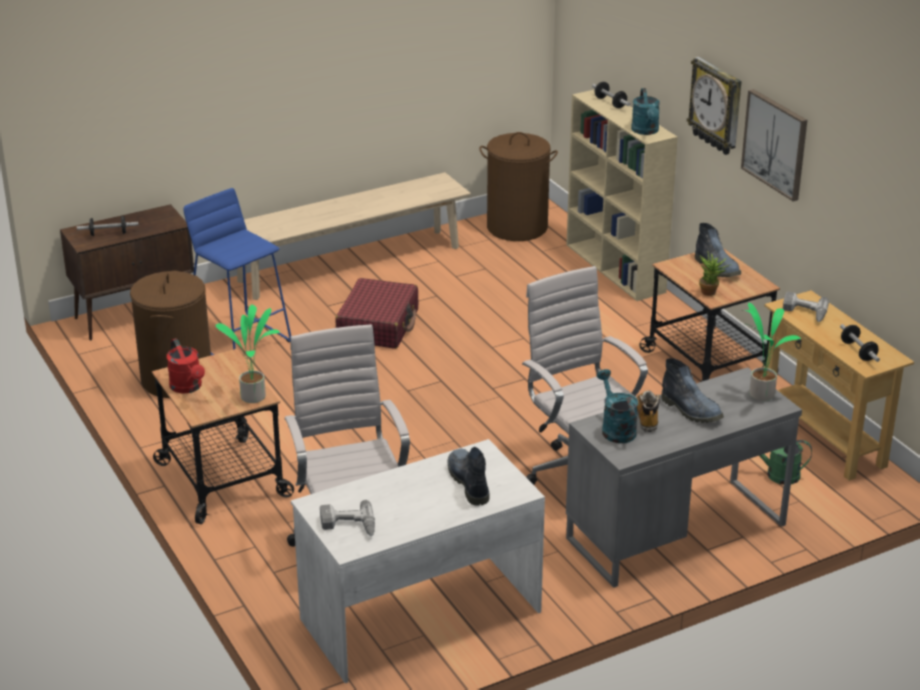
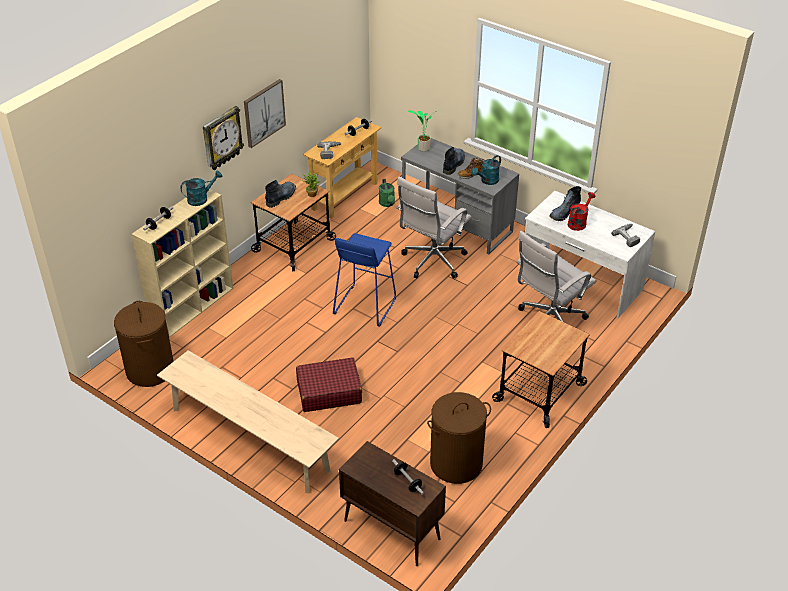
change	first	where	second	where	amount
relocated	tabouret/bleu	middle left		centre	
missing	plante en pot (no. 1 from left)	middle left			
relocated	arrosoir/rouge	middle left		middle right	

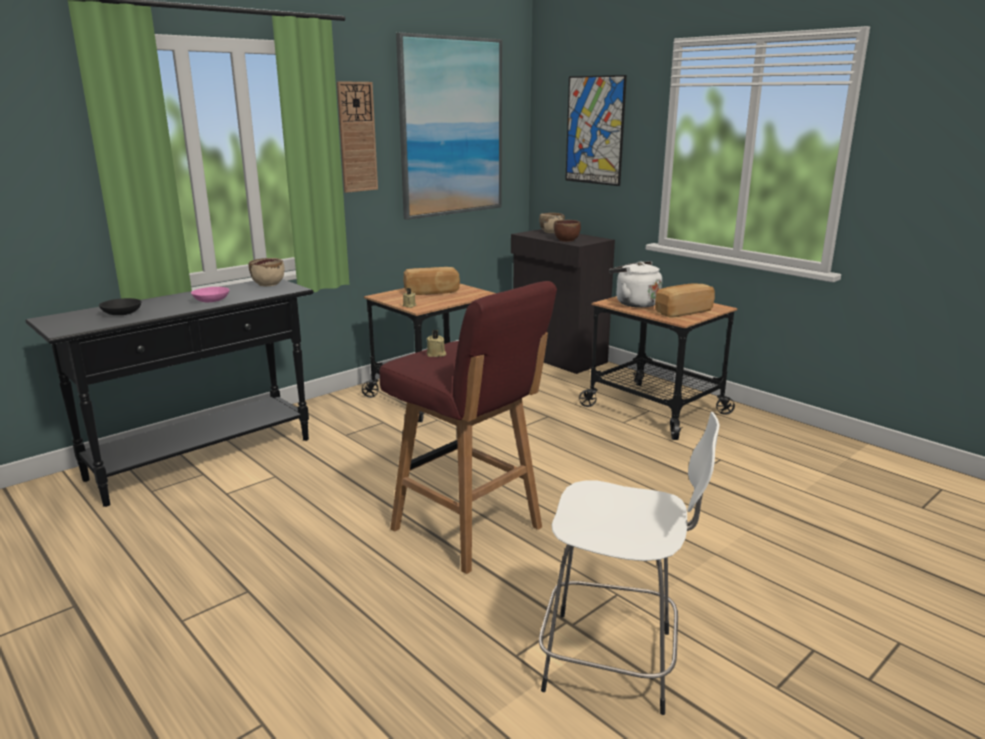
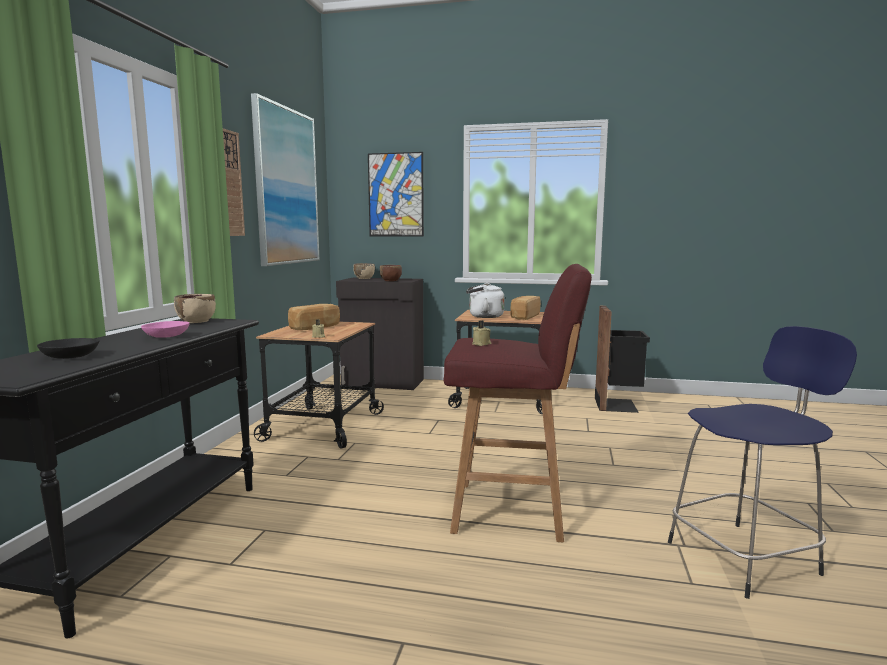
change	first	where	second	where	amount
colour	tabouret/blanc	bottom centre	tabouret/bleu	bottom right	
appeared			poubelle/noir	middle right	

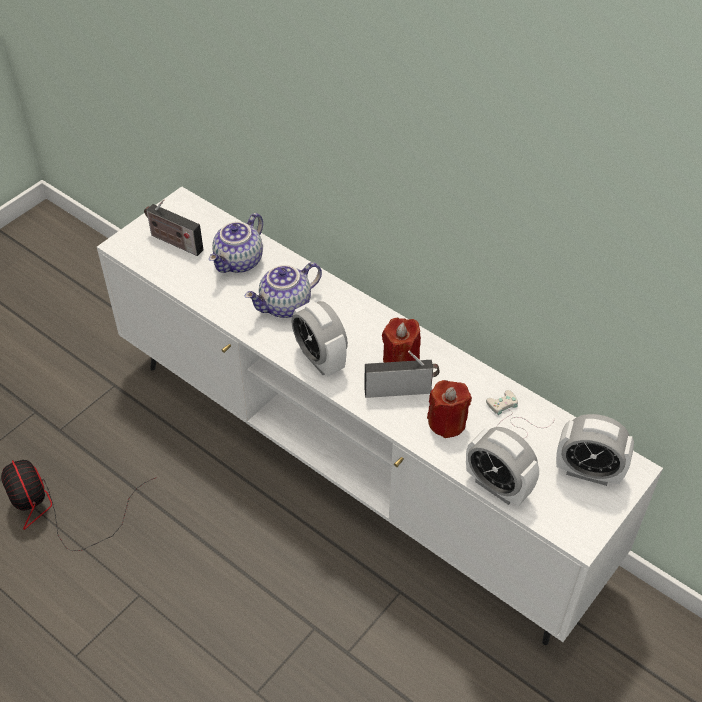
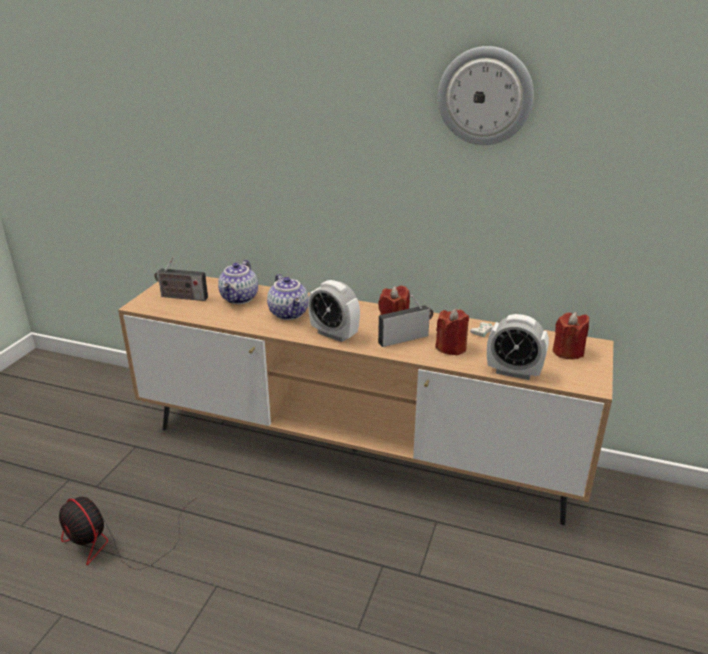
change	first	where	second	where	amount
colour	meuble télé/blanc	centre	meuble télé/marron	centre	
spun	théière (no. 2 from left)	centre		centre	60 degrees counterclockwise
exchanged	réveil (no. 3 from left)	middle right	bougie/rouge (no. 3 from left)	middle right	
appeared			horloge murale	top right	

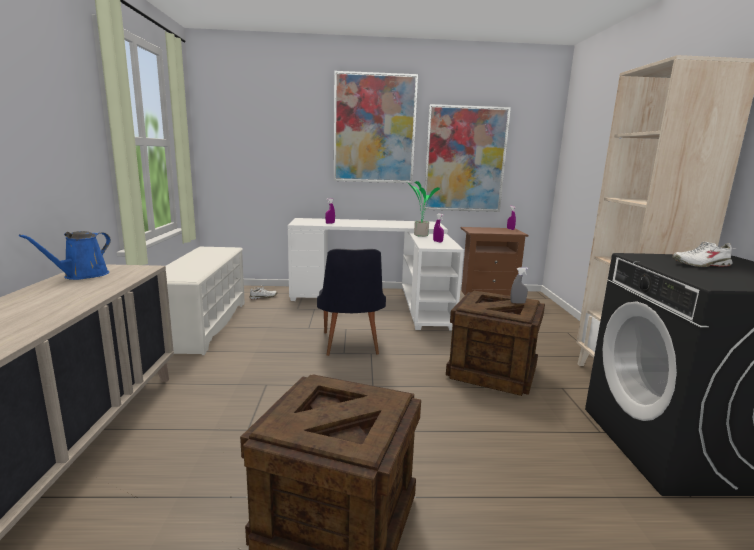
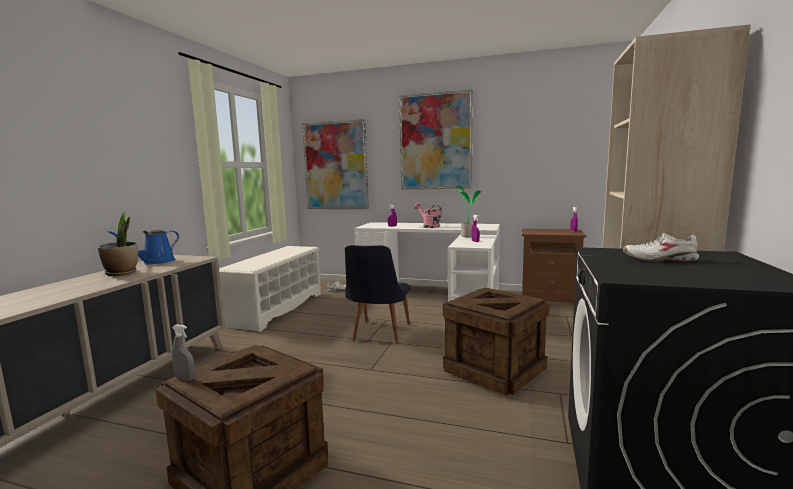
change	first	where	second	where	amount
relocated	tableau (no. 2 from left in the first image)	top centre	tableau (no. 1 from left)	centre	
relocated	vaporisateur/gris	middle right		bottom left	
appeared			arrosoir/rose	centre	
appeared			plante en pot (no. 1 from left)	middle left	

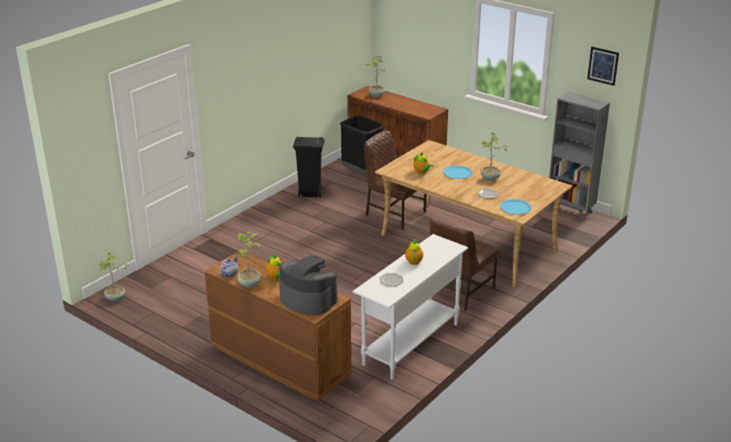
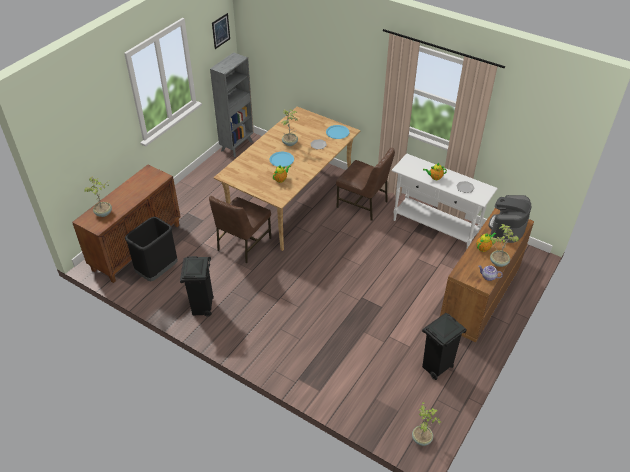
change	first	where	second	where	amount
appeared			poubelle/noir (no. 3 from left)	bottom right	

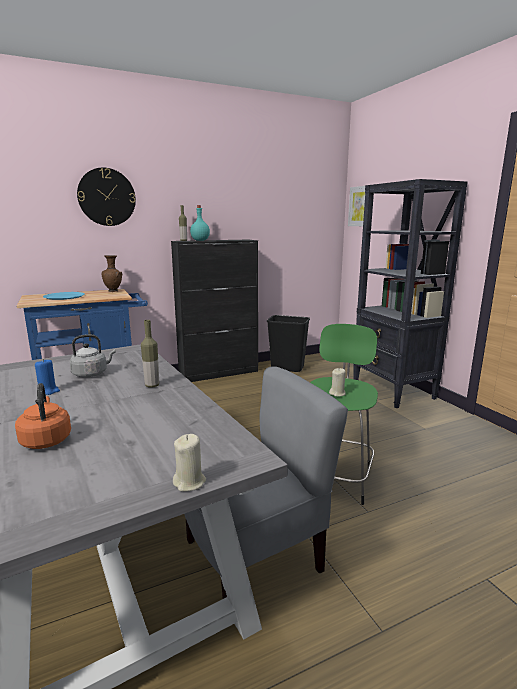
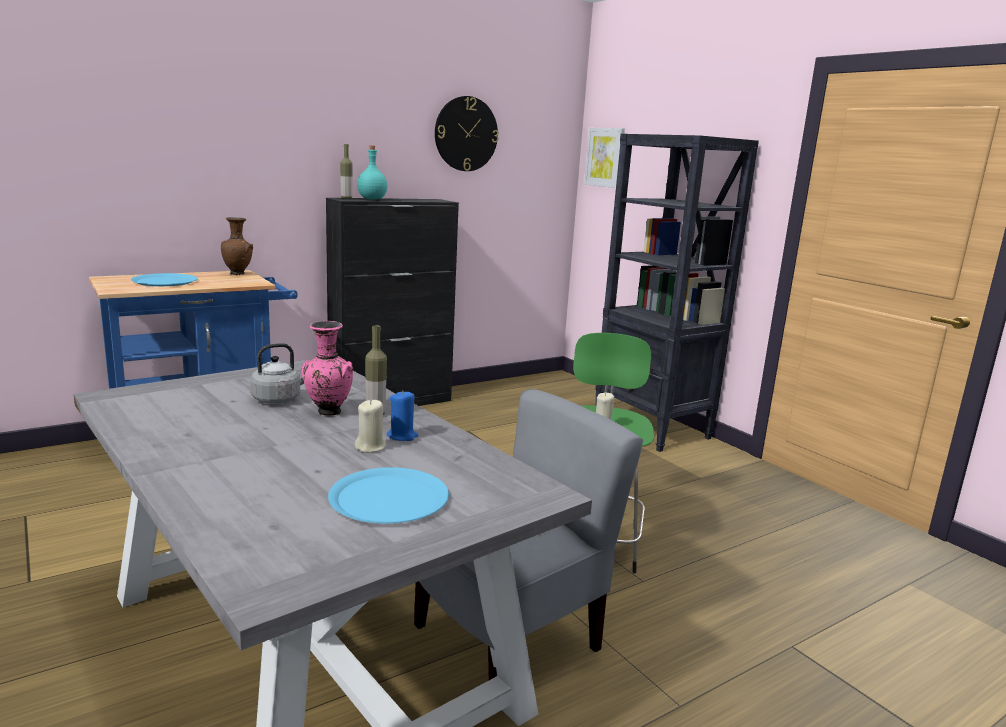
change	first	where	second	where	amount
relocated	horloge murale	top left		top centre	
missing	poubelle/noir	centre			
relocated	bougie/bleu	middle left		centre	
missing	bouilloire/orange	middle left			
relocated	bougie/beige (no. 1 from left)	bottom centre		centre	
appeared			vase/rose	middle left	
appeared			assiette/bleu (no. 2 from left)	bottom centre	

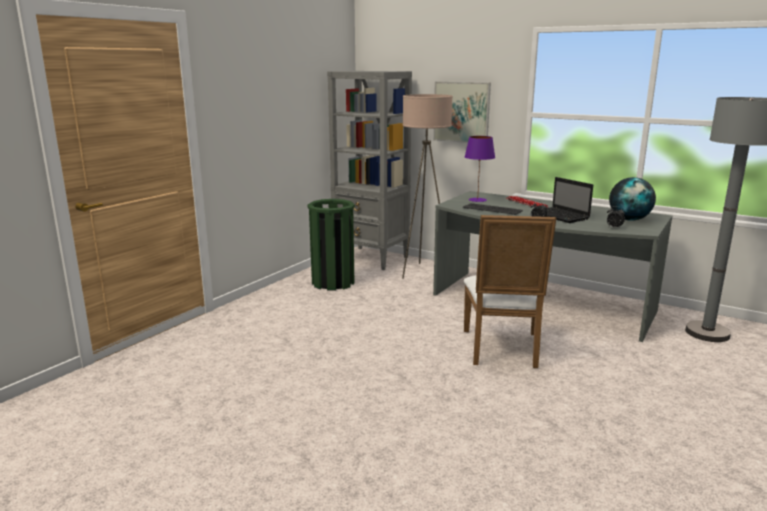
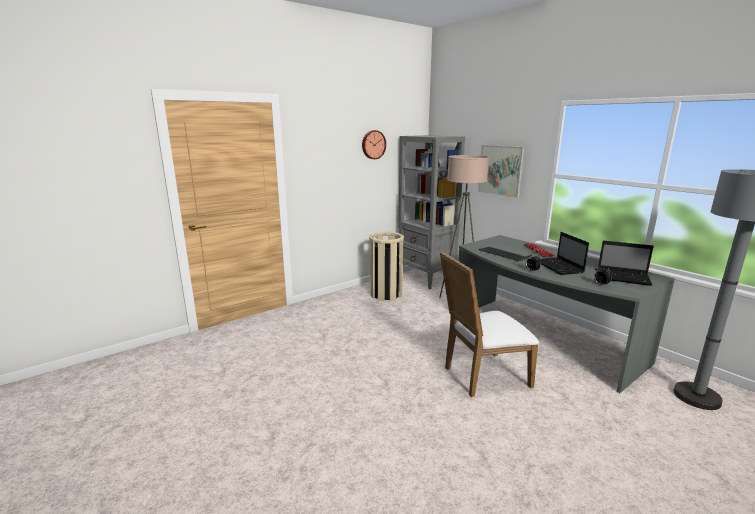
change	first	where	second	where	amount
missing	lampe de table/violet	top centre			
exchanged	globe	middle right	ordinateur portable (no. 2 from left)	middle right	
colour	poubelle/vert	centre	poubelle/beige	centre	
spun	chaise/blanc	centre		centre	45 degrees clockwise
appeared			horloge murale	top centre	

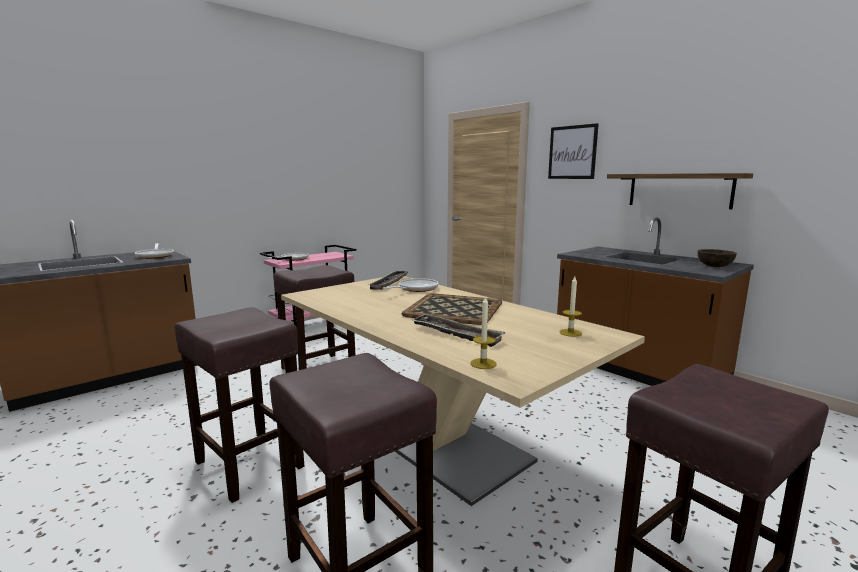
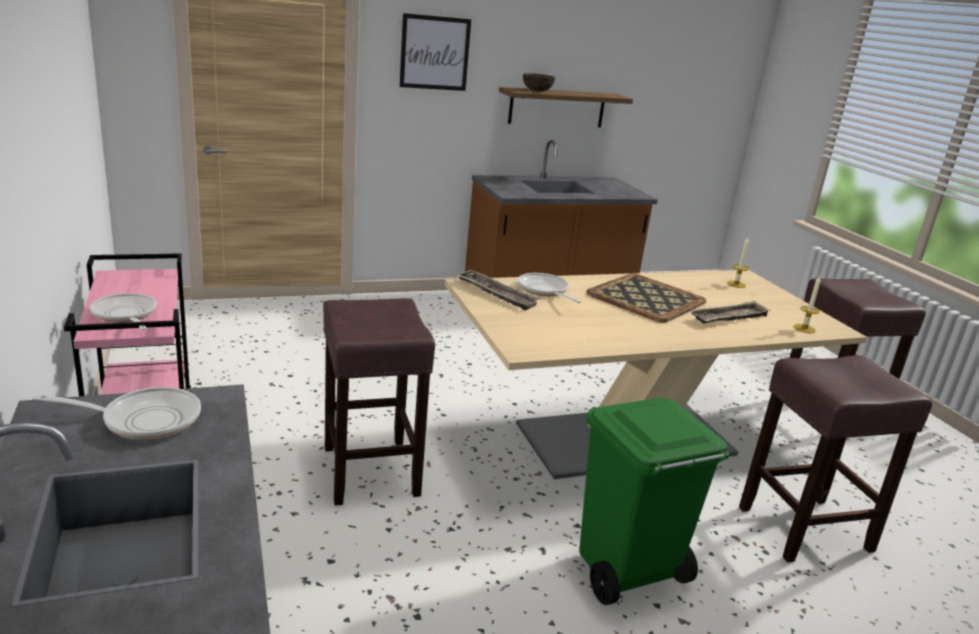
change	first	where	second	where	amount
relocated	bol/marron	middle right		top centre	
exchanged	tabouret/marron (no. 1 from left)	bottom left	poubelle/vert	bottom right	

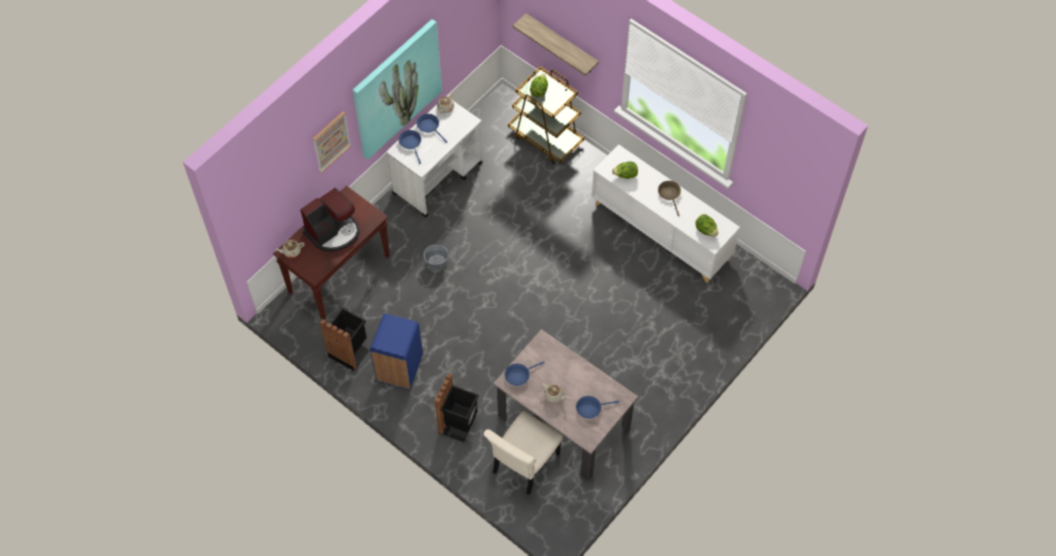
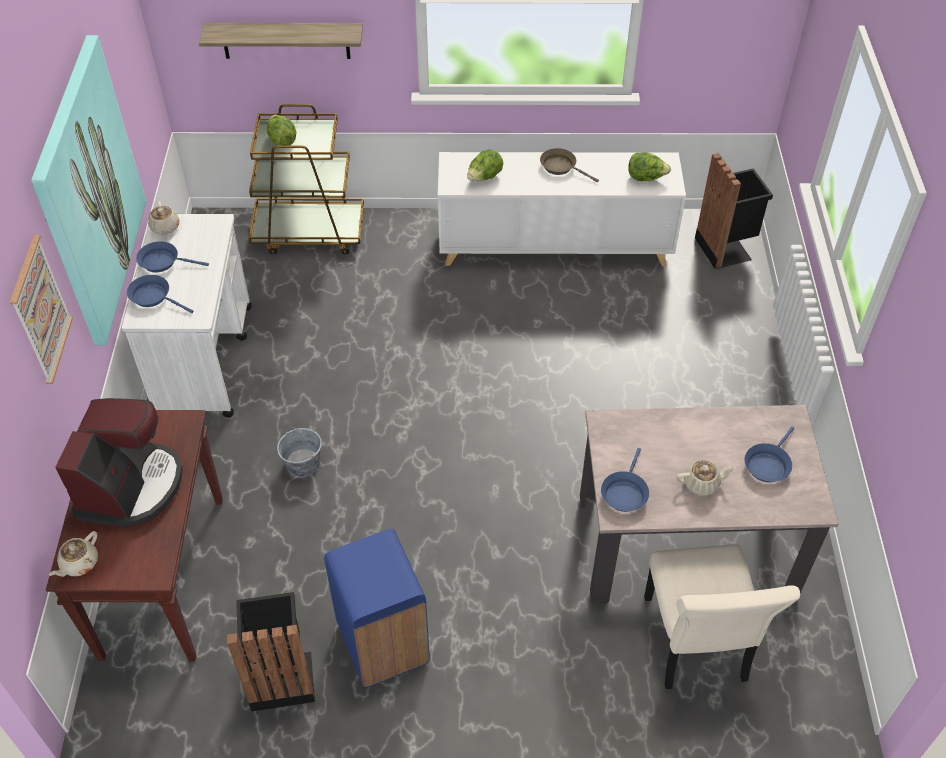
change	first	where	second	where	amount
relocated	poubelle/noir (no. 2 from left)	bottom centre		top right	

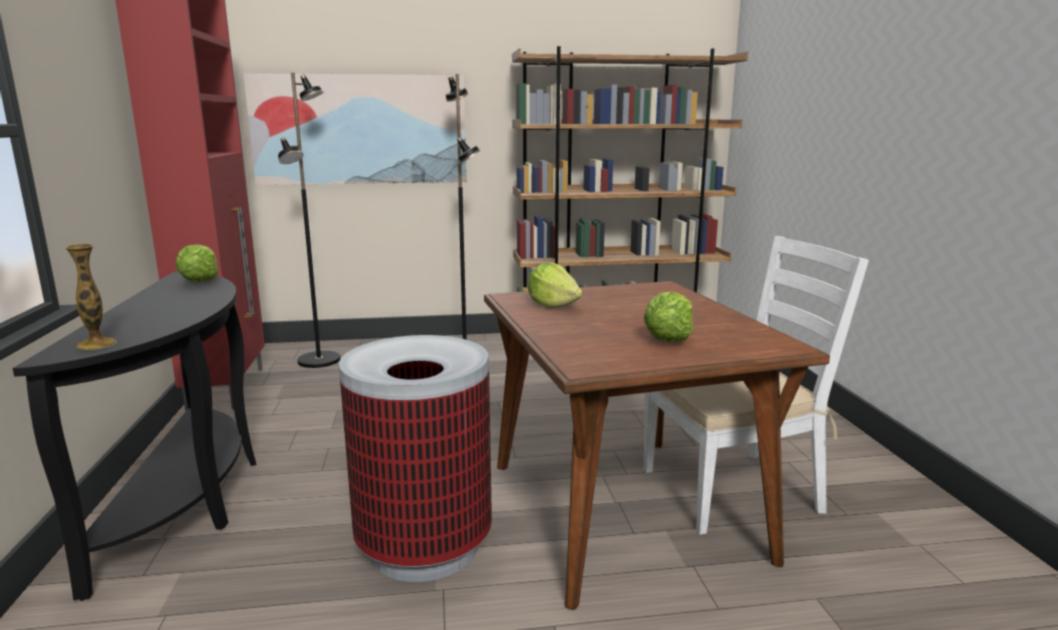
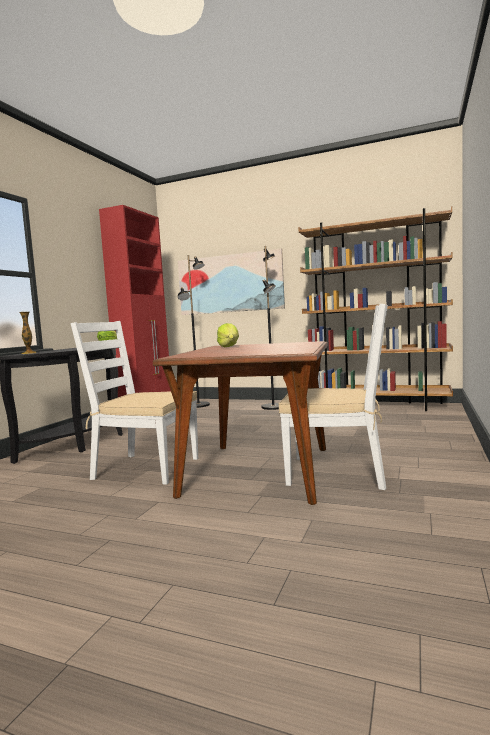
change	first	where	second	where	amount
missing	laitue (no. 3 from left)	centre			
exchanged	poubelle	bottom centre	chaise/blanc (no. 1 from left)	middle left	

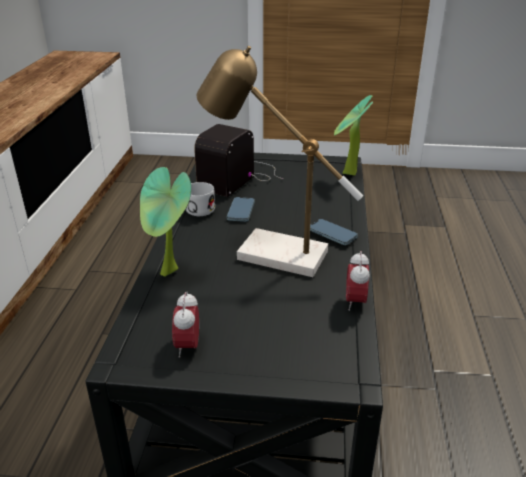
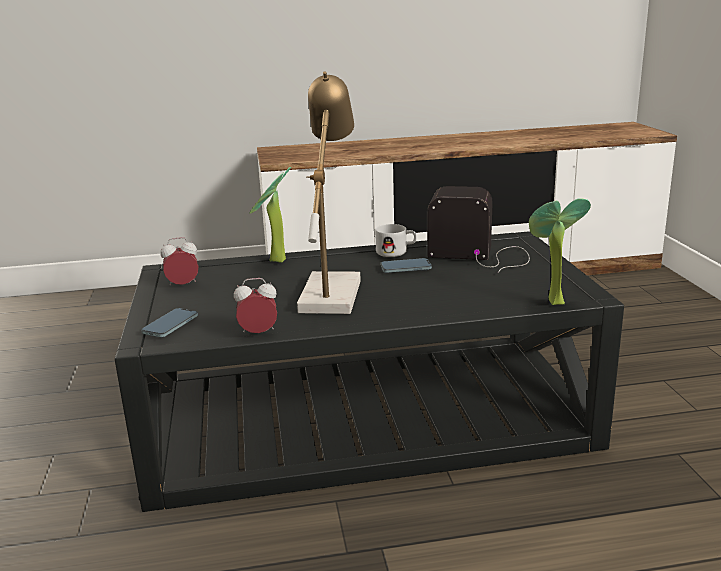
change	first	where	second	where	amount
relocated	téléphone (no. 2 from left in the first image)	centre	téléphone (no. 1 from left)	middle left	

